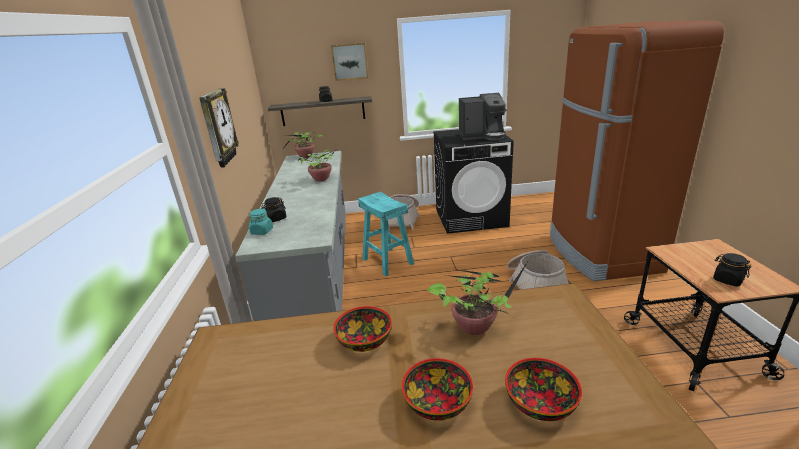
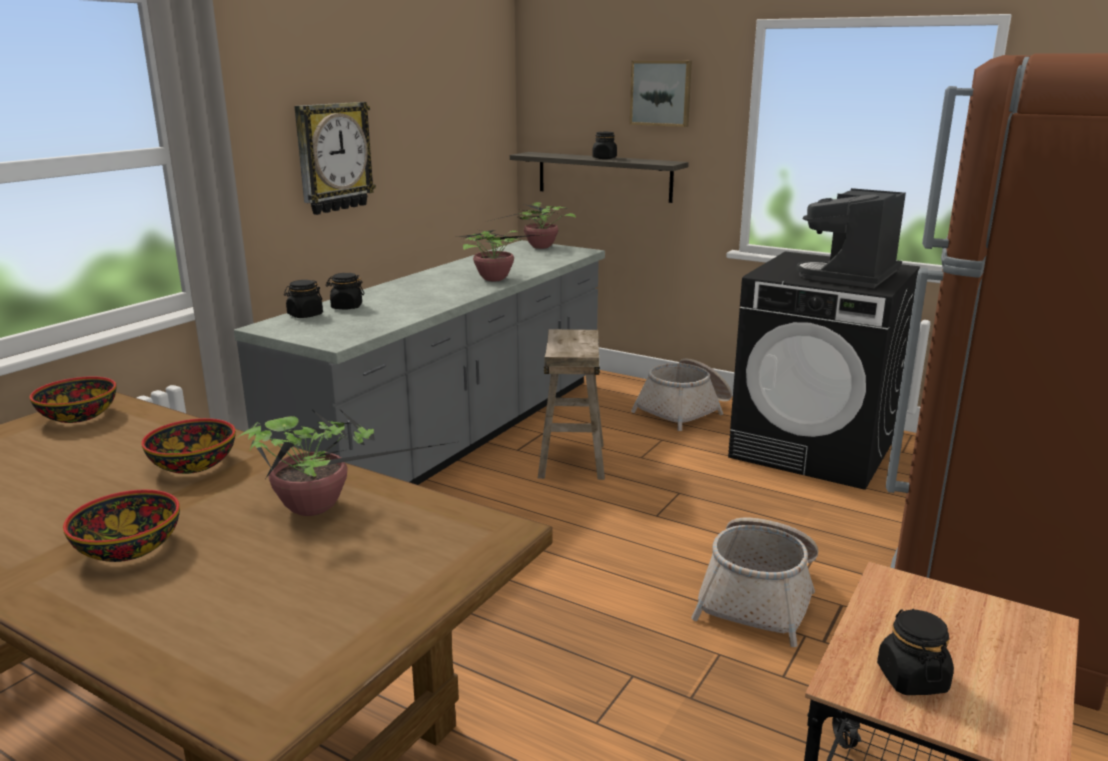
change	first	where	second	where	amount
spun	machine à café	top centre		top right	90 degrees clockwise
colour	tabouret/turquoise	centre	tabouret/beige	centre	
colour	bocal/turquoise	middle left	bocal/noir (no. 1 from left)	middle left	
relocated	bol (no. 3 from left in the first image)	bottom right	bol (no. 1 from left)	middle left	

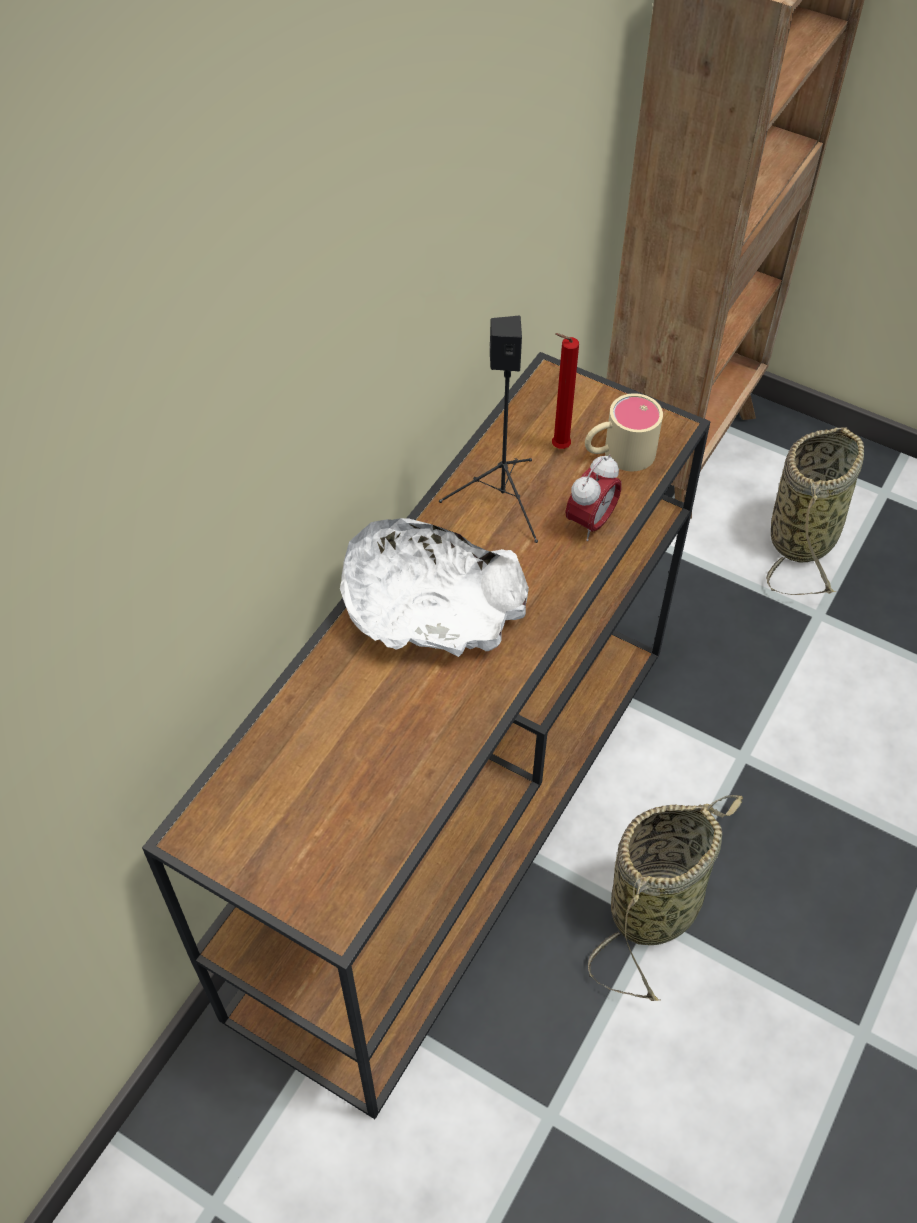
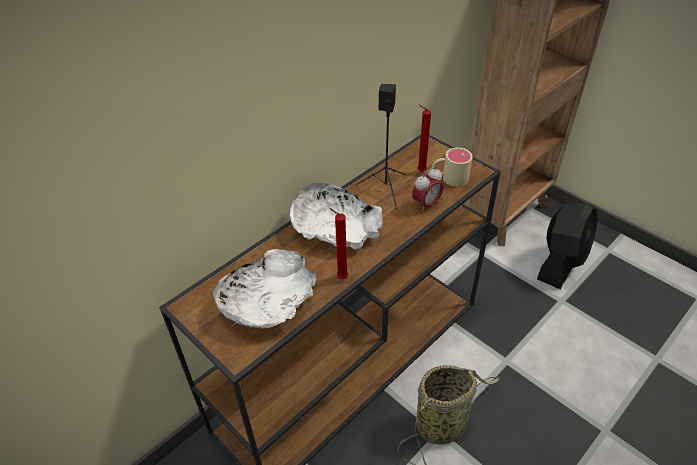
change	first	where	second	where	amount
exchanged	panier (no. 2 from left)	middle right	ventilateur/noir	middle right	
appeared			bougie/rouge (no. 1 from left)	centre	
appeared			bol/blanc (no. 1 from left)	centre	

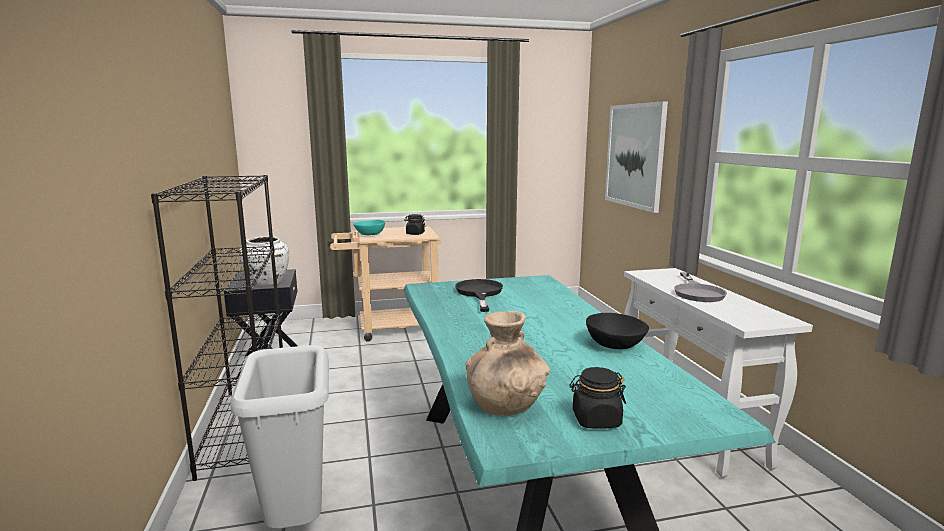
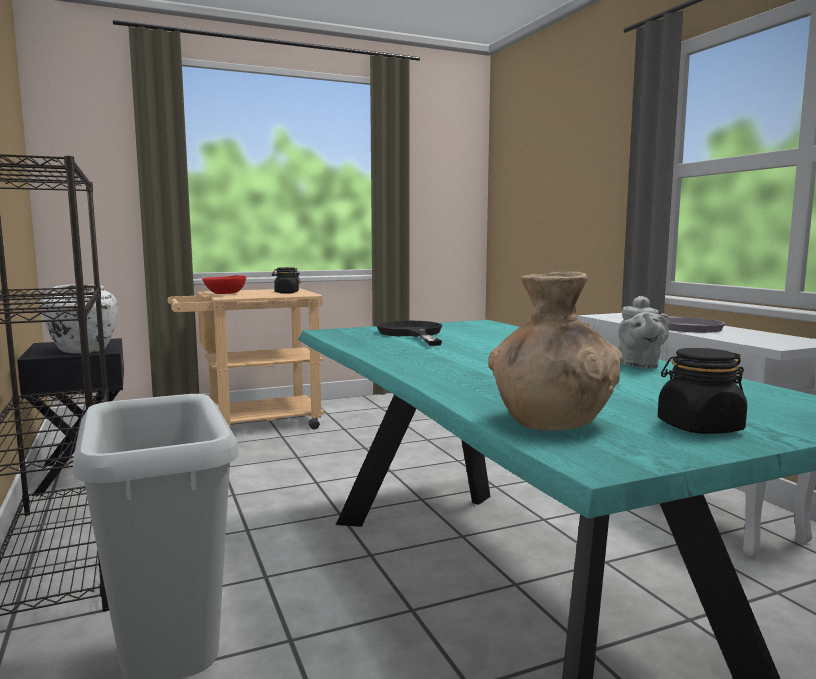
change	first	where	second	where	amount
missing	tableau	top right			
colour	bol/turquoise	centre	bol/rouge	middle left	
exchanged	bol/noir	centre	théière/gris	middle right	

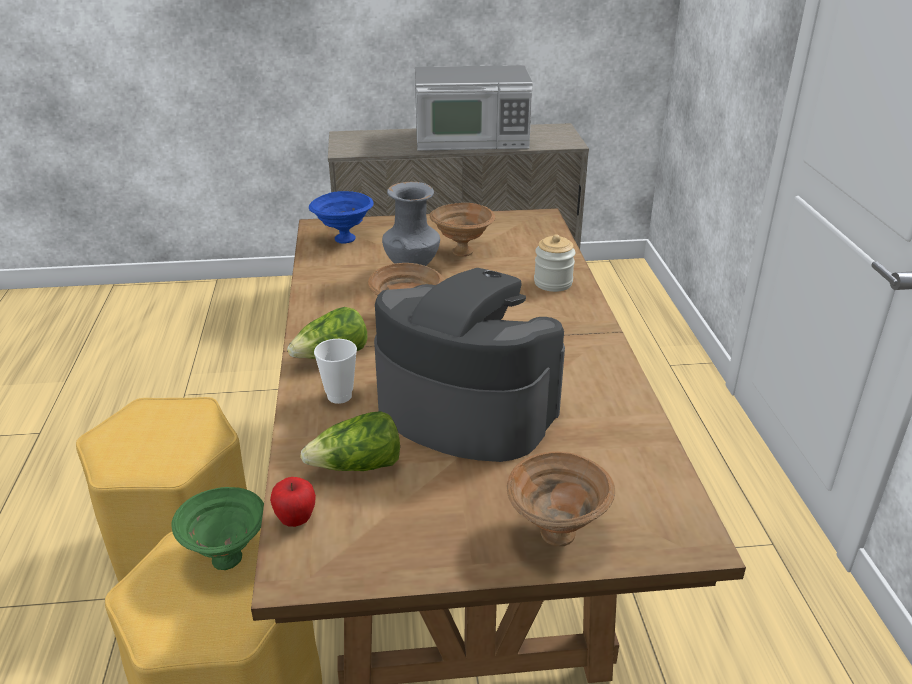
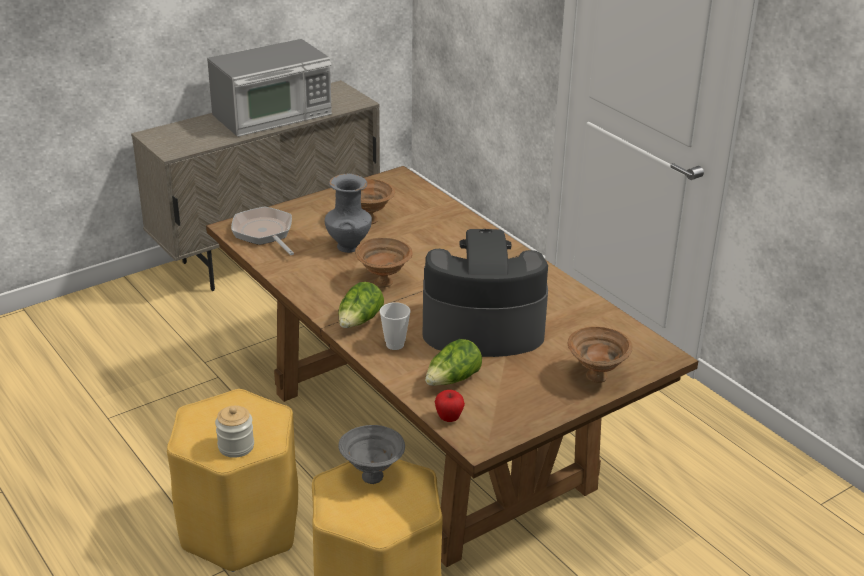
change	first	where	second	where	amount
exchanged	bol/bleu	top centre	poêle	middle left	
relocated	bocal	centre		bottom left	
colour	bol/vert	bottom left	bol/gris	bottom centre	

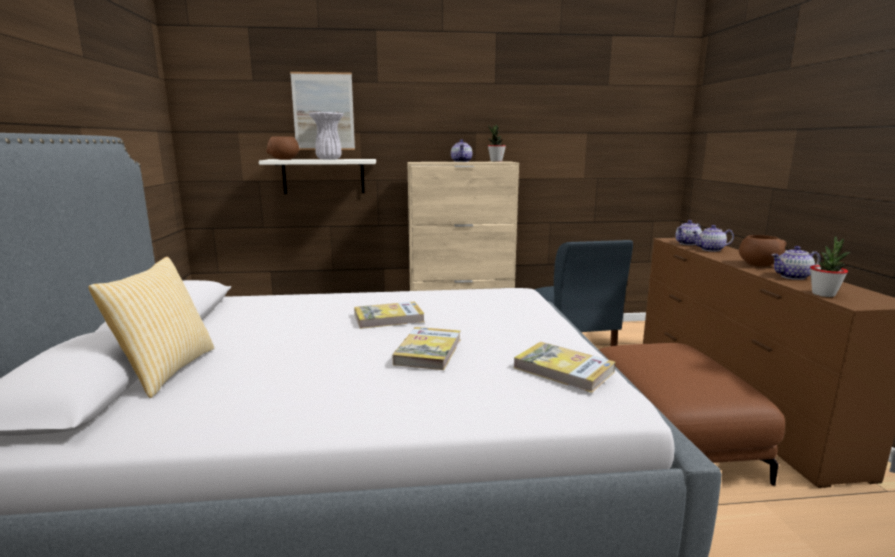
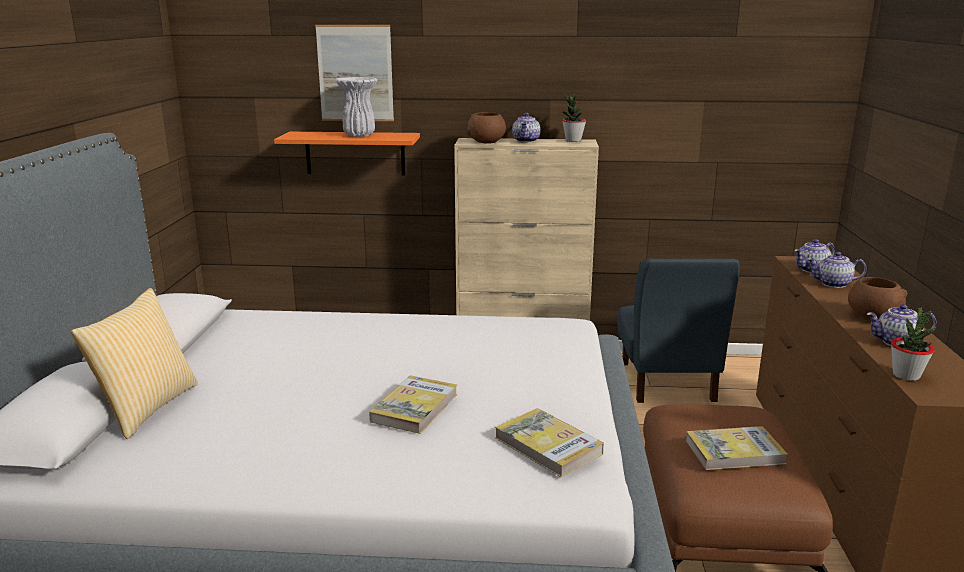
change	first	where	second	where	amount
relocated	bol/marron (no. 1 from left)	top left		top centre	
colour	étagère/blanc	top centre	étagère/orange	top centre	
relocated	livre (no. 1 from left in the first image)	centre	livre (no. 3 from left)	bottom right	

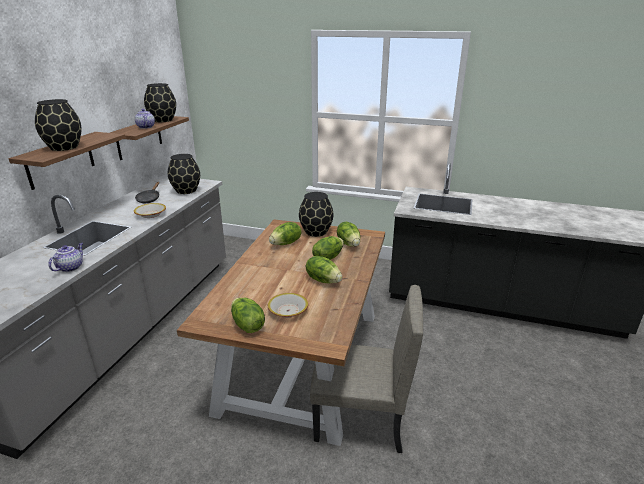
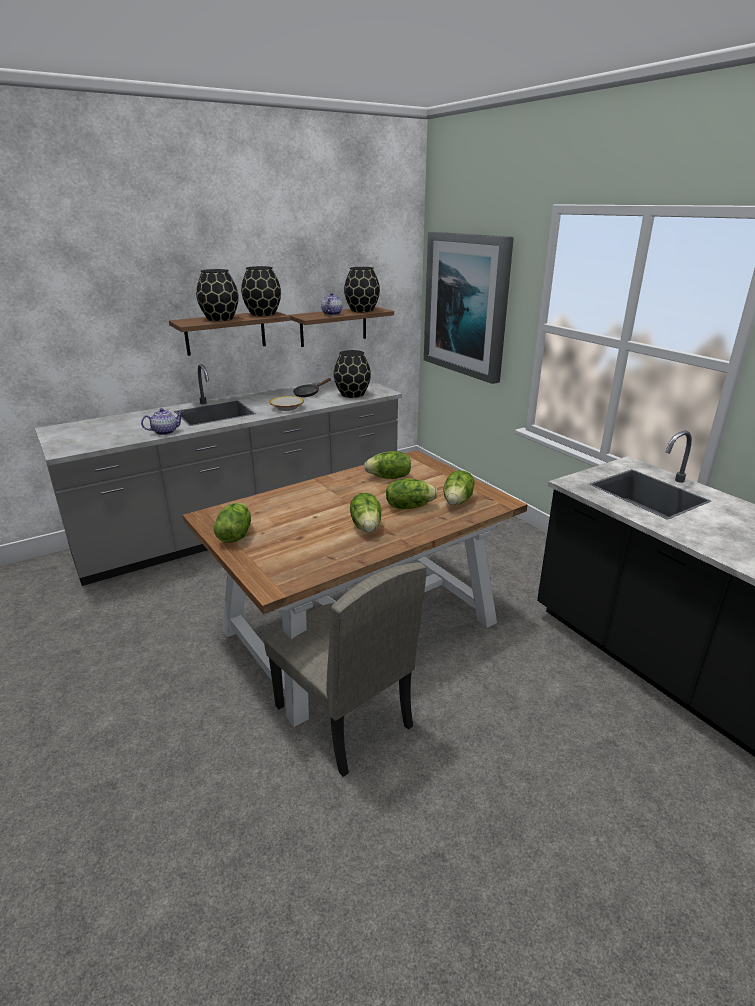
change	first	where	second	where	amount
relocated	vase/noir (no. 4 from left in the first image)	centre	vase/noir (no. 2 from left)	top centre	
missing	bol (no. 2 from left)	centre			
appeared			tableau	top centre	

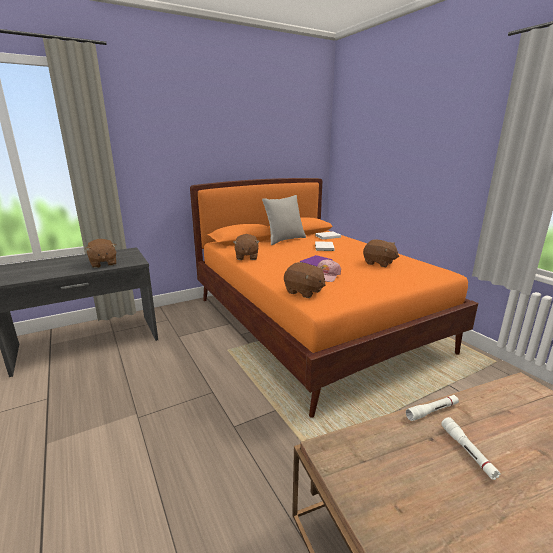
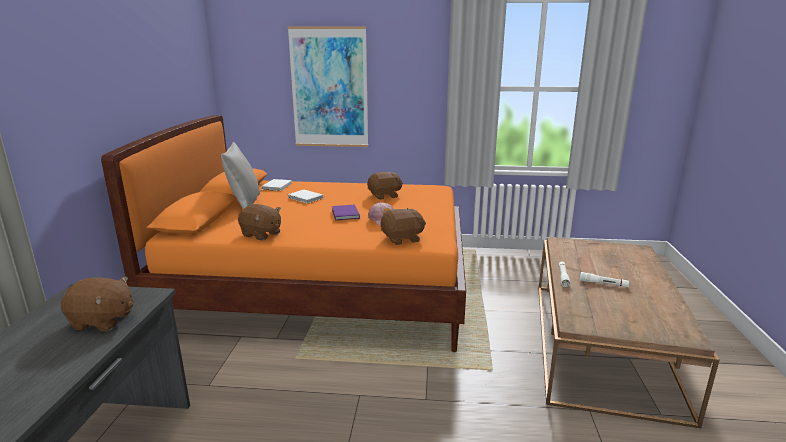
change	first	where	second	where	amount
appeared			tableau	top centre	

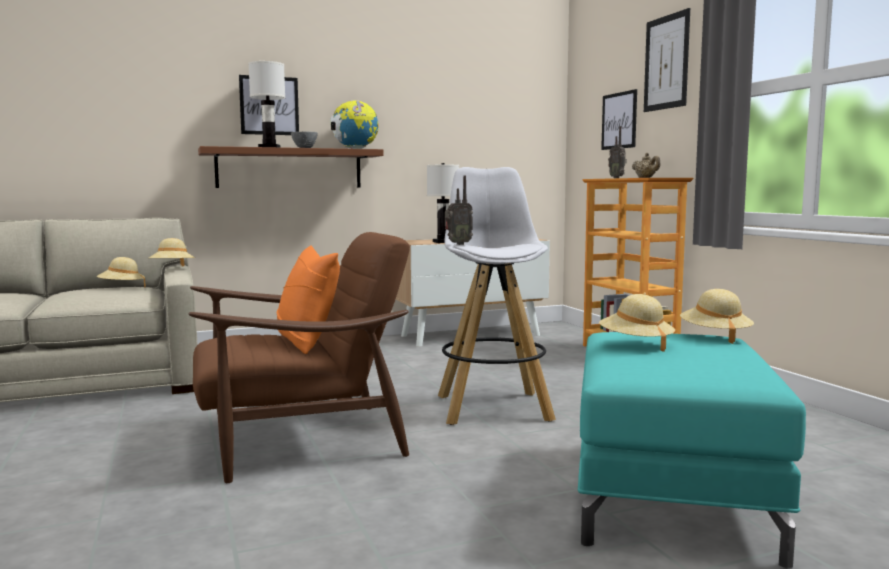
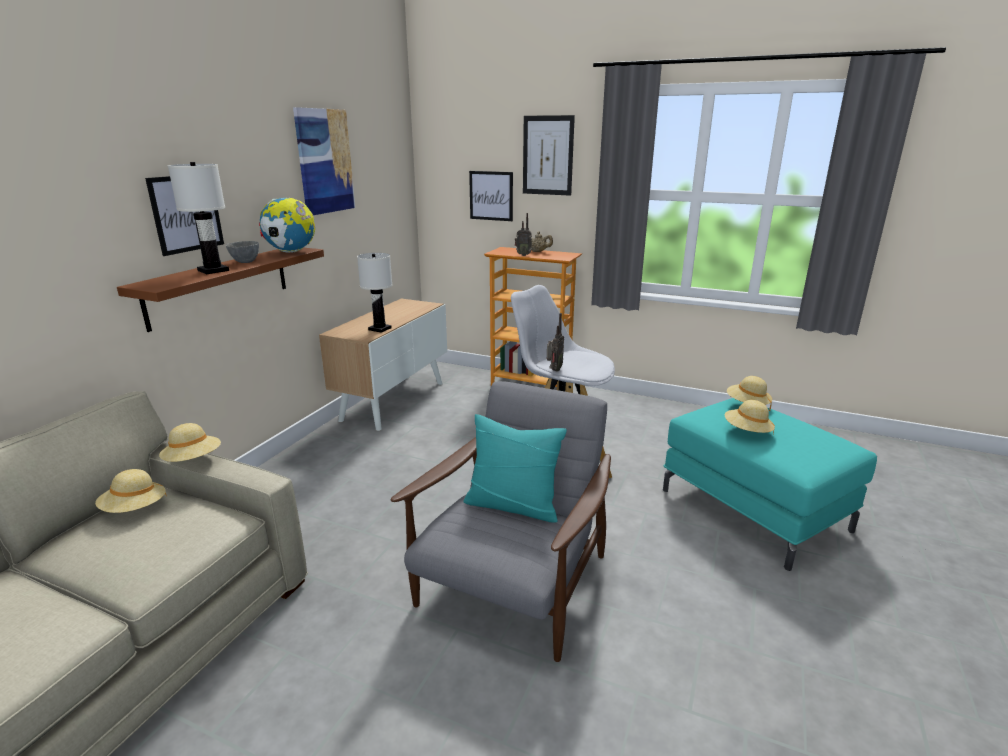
change	first	where	second	where	amount
colour	fauteuil/marron	centre	fauteuil/gris	bottom centre	
colour	coussin/orange	centre	coussin/turquoise	centre	
appeared			tableau (no. 2 from left)	top left	

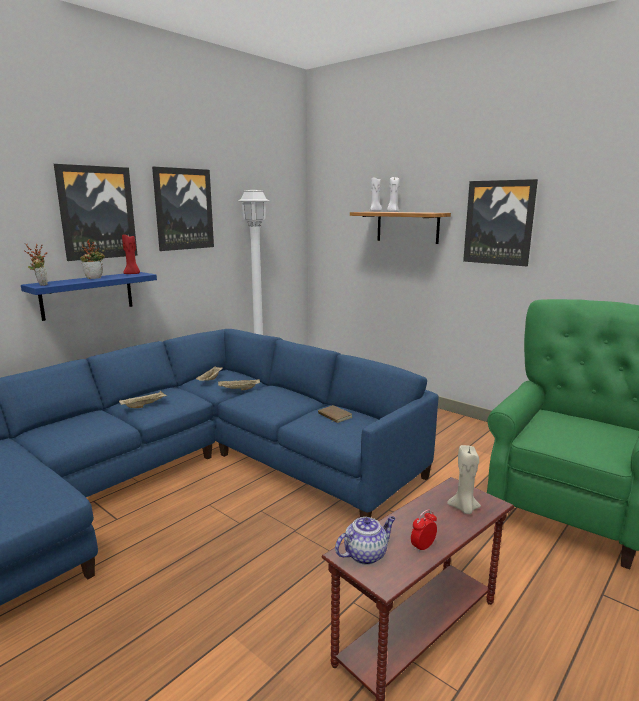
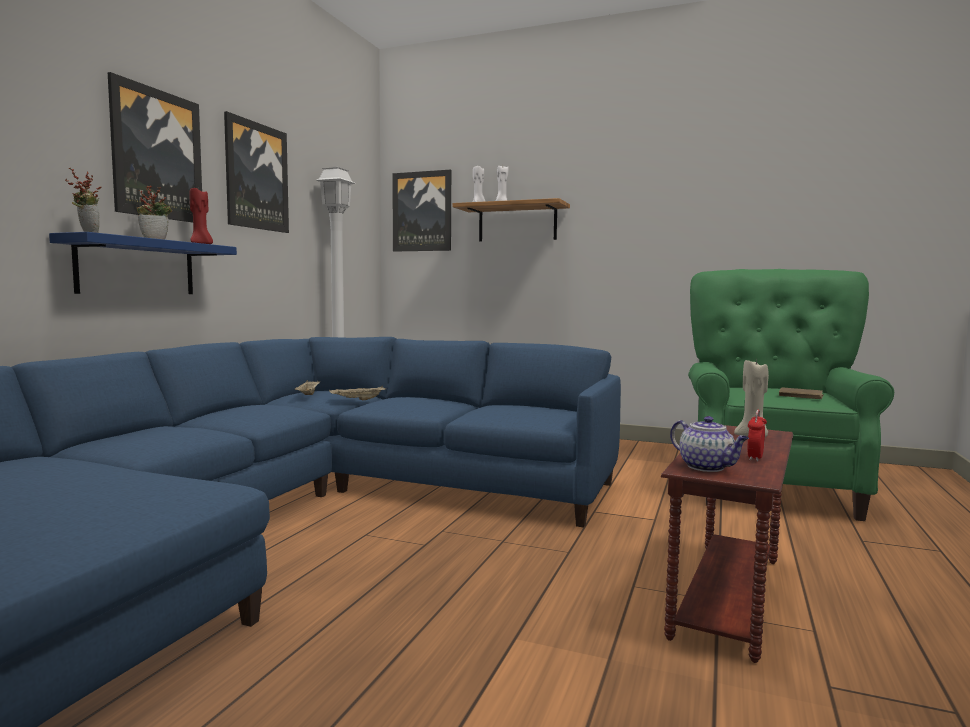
change	first	where	second	where	amount
relocated	tableau (no. 3 from left)	top right		top centre	
missing	plateau/beige (no. 1 from left)	middle left			
relocated	livre/marron	centre		middle right	
spun	théière	bottom centre		middle right	105 degrees clockwise

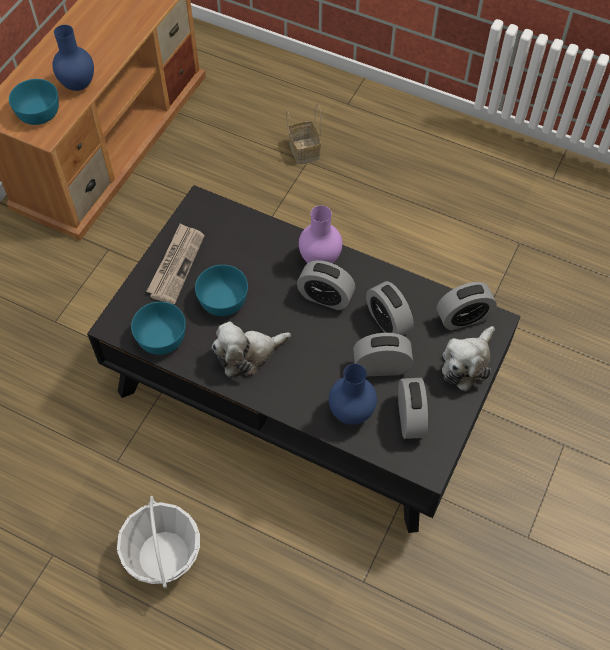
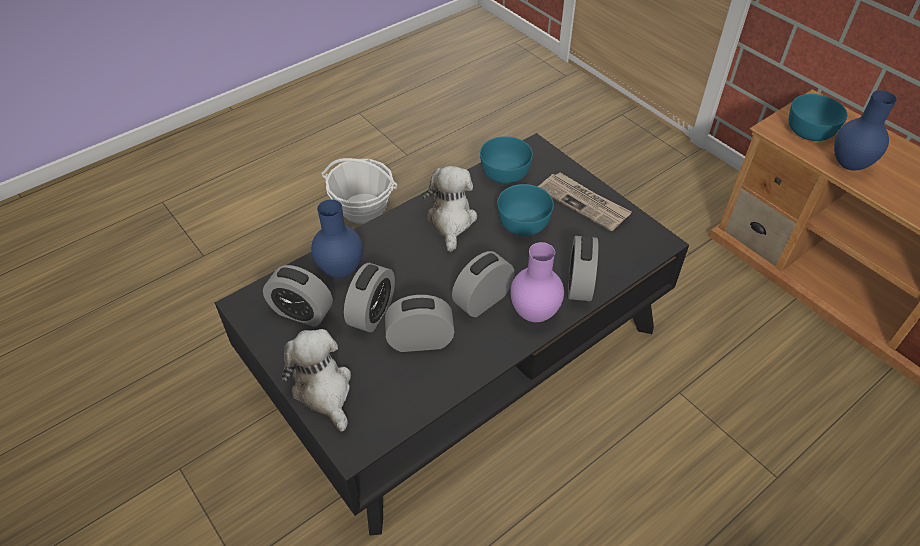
change	first	where	second	where	amount
missing	panier (no. 2 from left)	top centre			
relocated	réveil (no. 5 from left)	middle right		centre	

